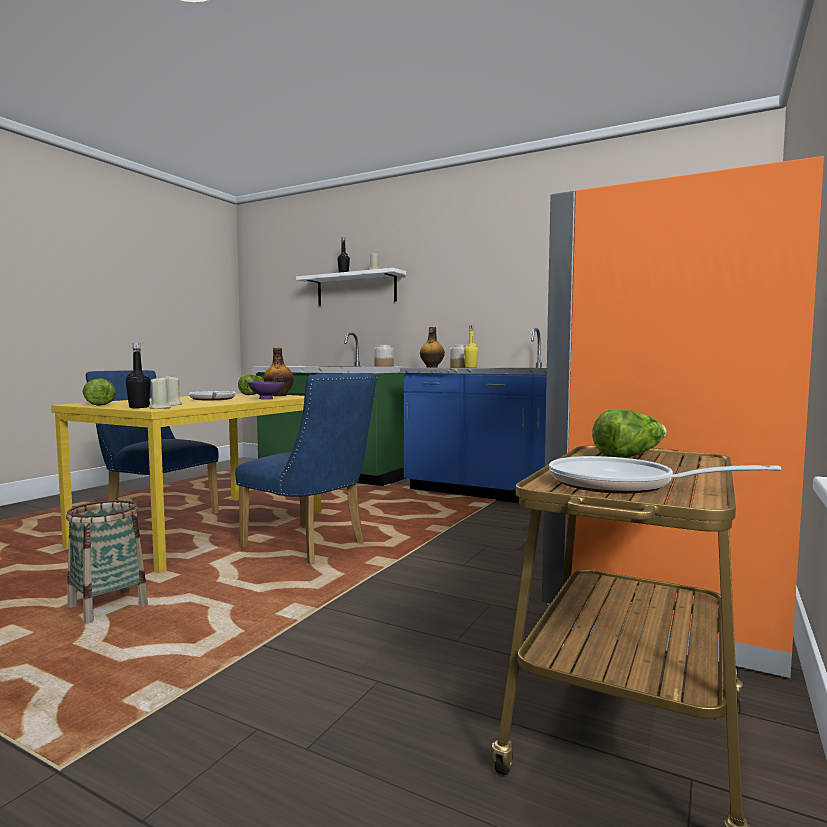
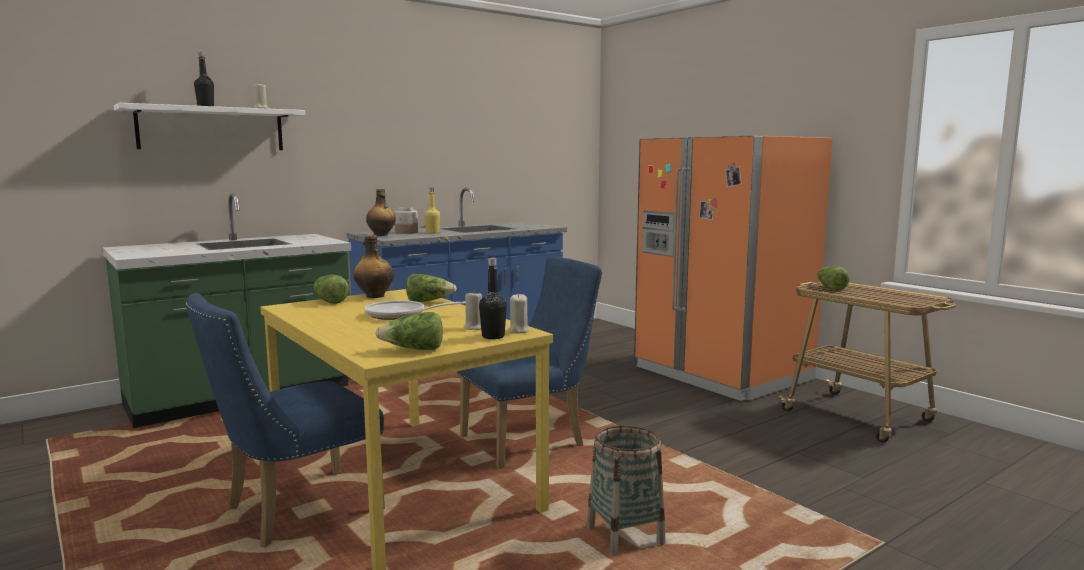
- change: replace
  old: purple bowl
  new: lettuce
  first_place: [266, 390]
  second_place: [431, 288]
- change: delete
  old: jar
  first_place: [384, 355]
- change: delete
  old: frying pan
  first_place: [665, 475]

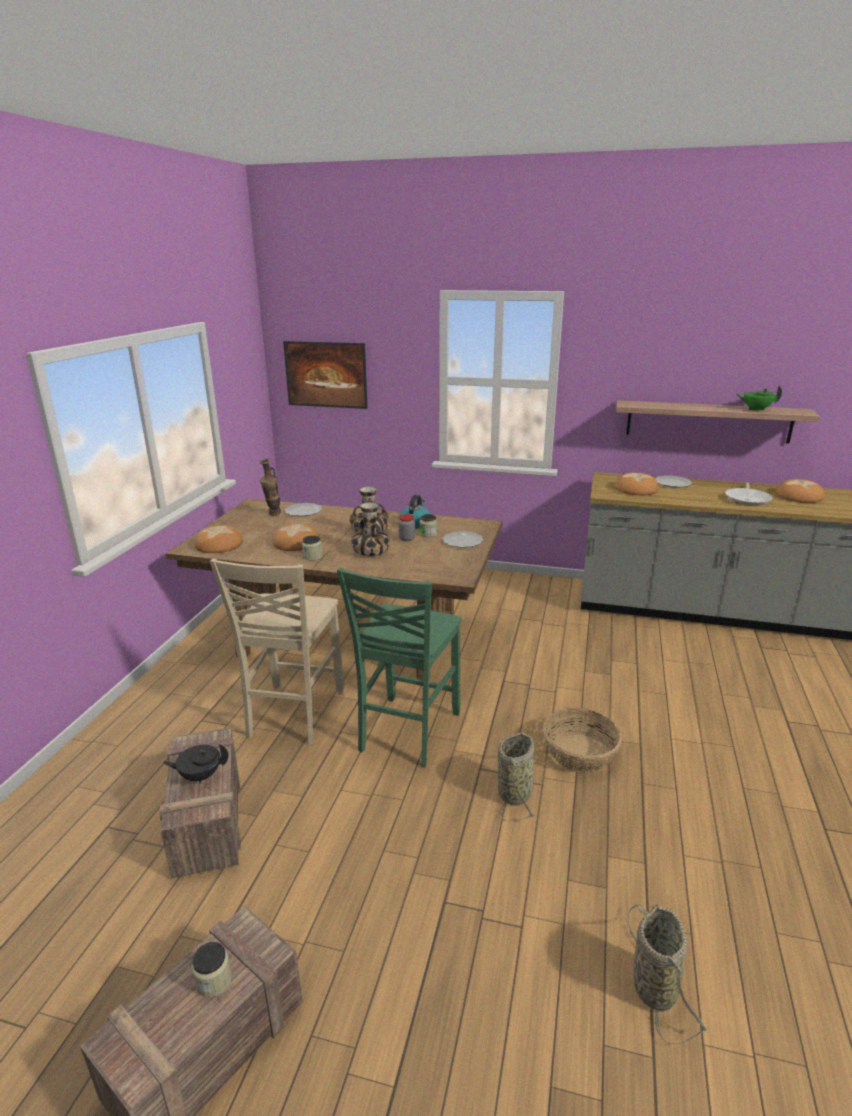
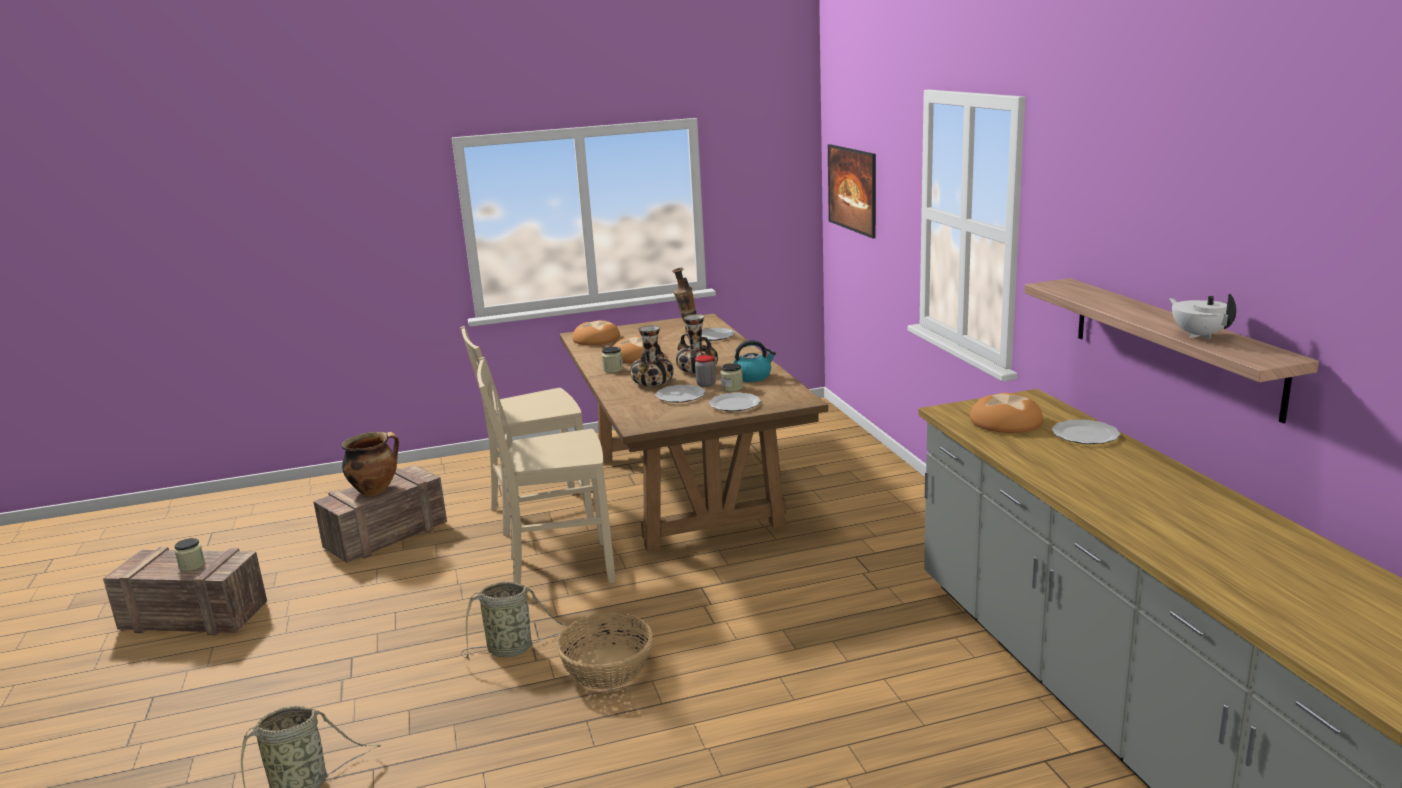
- change: replace
  old: black teapot
  new: cooking pot
  first_place: [195, 763]
  second_place: [370, 464]
- change: recolor
  old: green chair
  new: beige chair
  first_place: [399, 667]
  second_place: [546, 470]
- change: delete
  old: frying pan
  first_place: [748, 494]
- change: recolor
  old: green teapot
  new: white teapot
  first_place: [759, 398]
  second_place: [1202, 316]
- change: delete
  old: bread
  first_place: [800, 491]
- change: insert
  new: plate
  second_place: [680, 394]

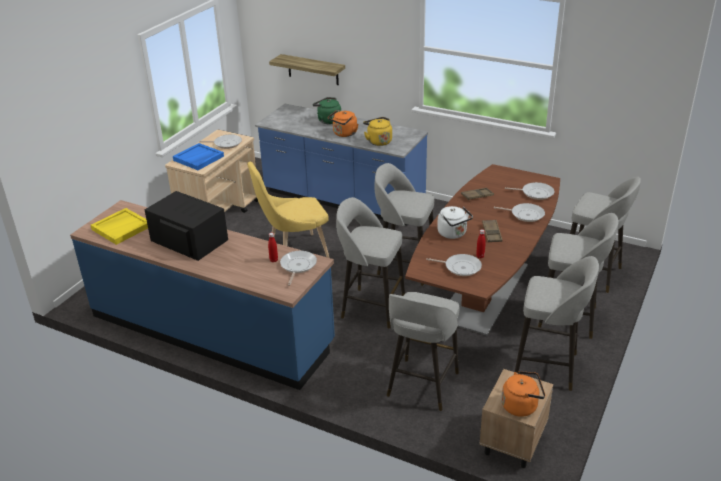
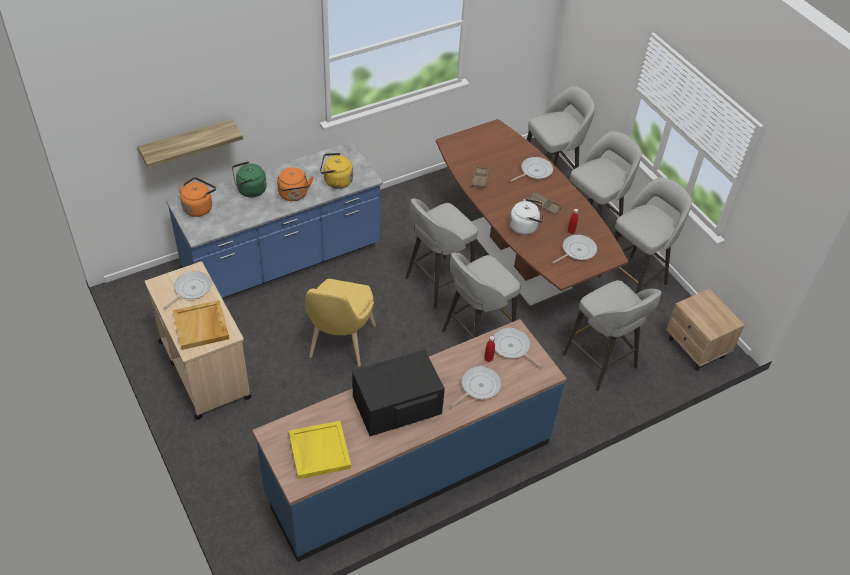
- change: recolor
  old: blue tray
  new: beige tray
  first_place: [198, 156]
  second_place: [201, 325]
- change: move
  old: orange kettle
  first_place: [523, 394]
  second_place: [197, 197]
- change: move
  old: frying pan
  first_place: [530, 191]
  second_place: [476, 386]

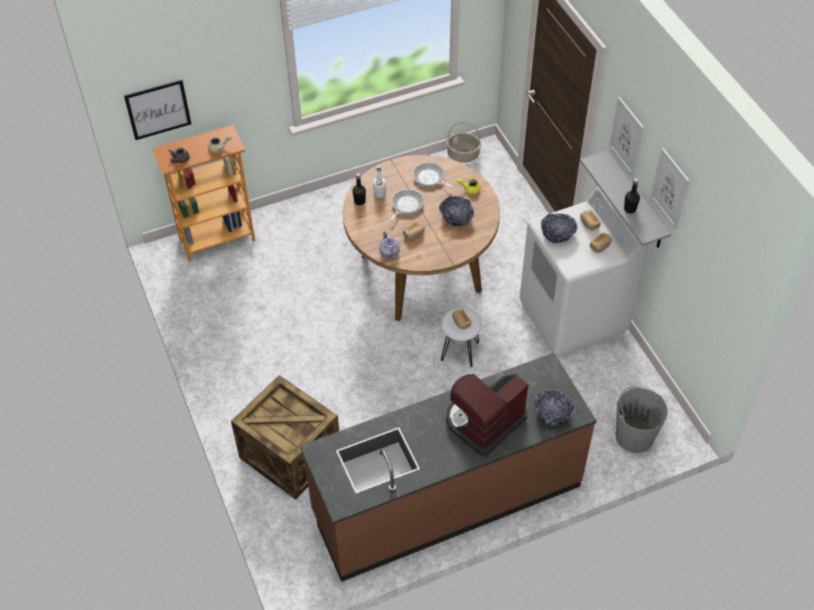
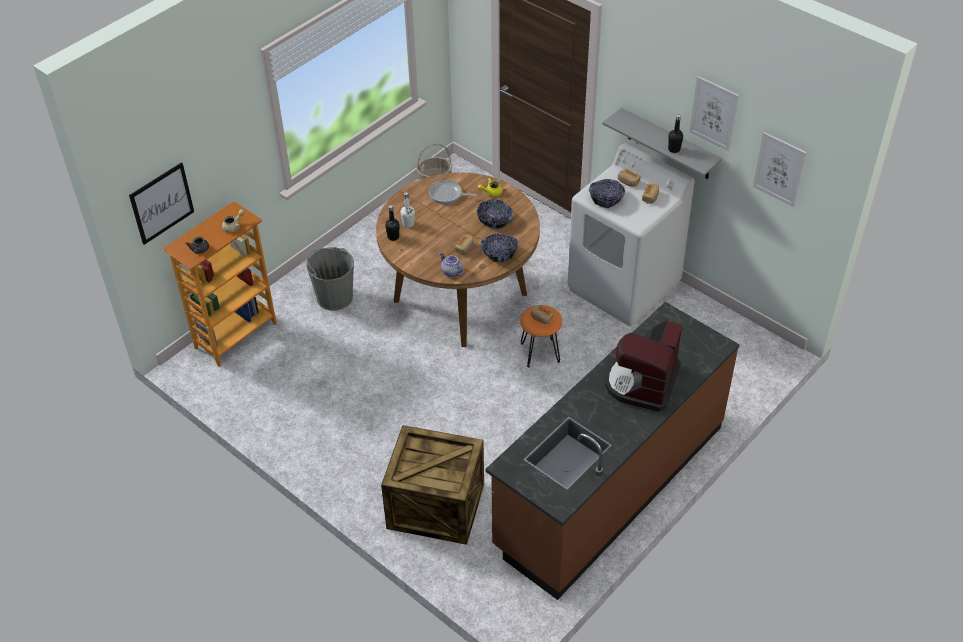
- change: delete
  old: frying pan
  first_place: [406, 205]
- change: recolor
  old: white stool
  new: orange stool
  first_place: [461, 337]
  second_place: [541, 336]
- change: move
  old: bowl
  first_place: [554, 408]
  second_place: [499, 247]
- change: move
  old: picture
  first_place: [626, 137]
  second_place: [780, 169]
- change: move
  old: grey bucket
  first_place: [641, 420]
  second_place: [330, 279]

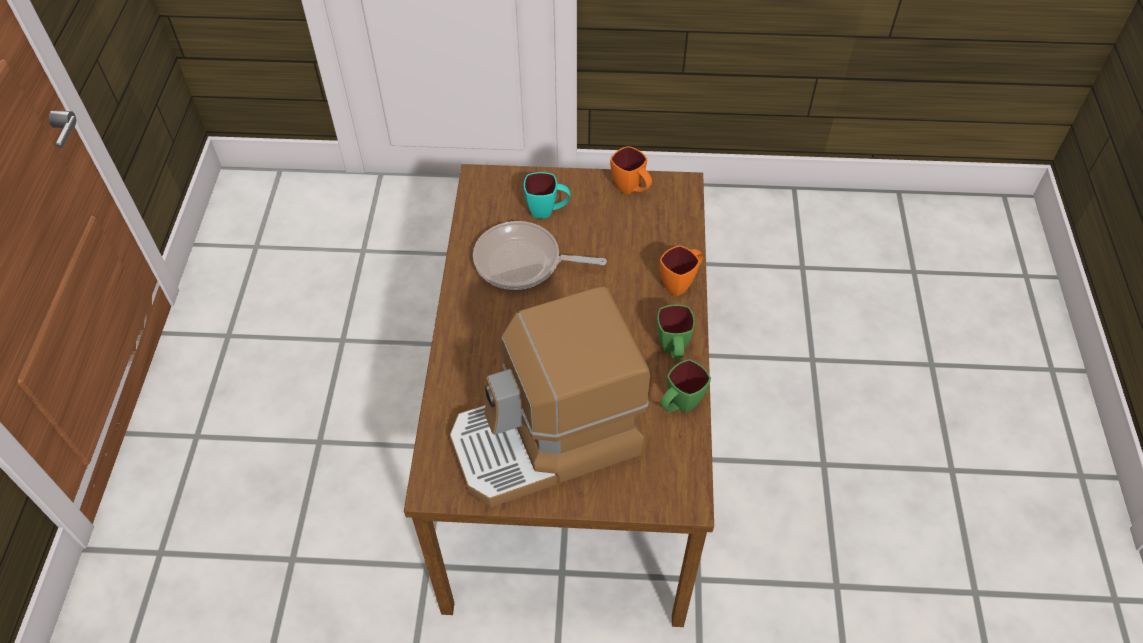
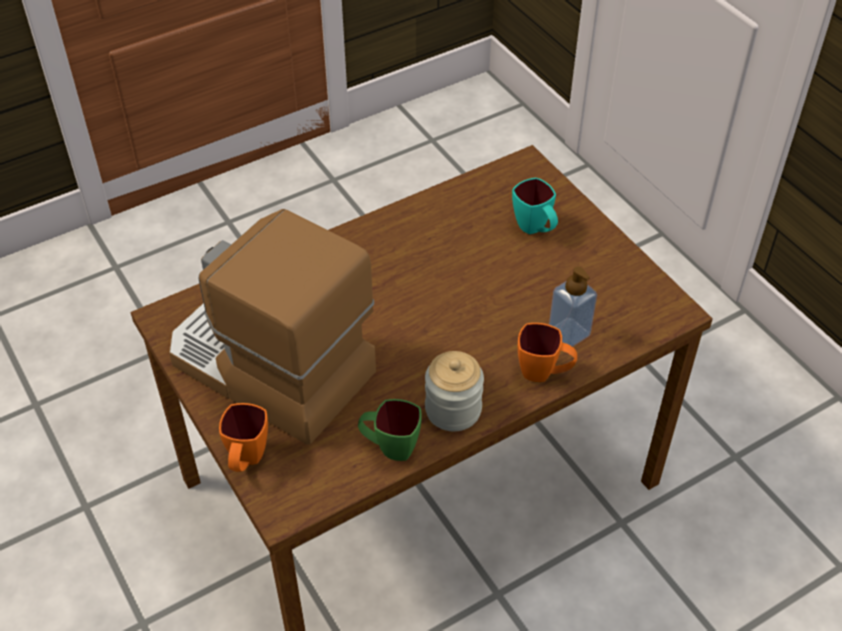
- change: delete
  old: frying pan
  first_place: [540, 255]
- change: move
  old: orange mug
  first_place: [631, 170]
  second_place: [243, 437]
- change: replace
  old: green mug
  new: jar
  first_place: [676, 332]
  second_place: [454, 391]
- change: insert
  new: soap dispenser
  second_place: [573, 306]

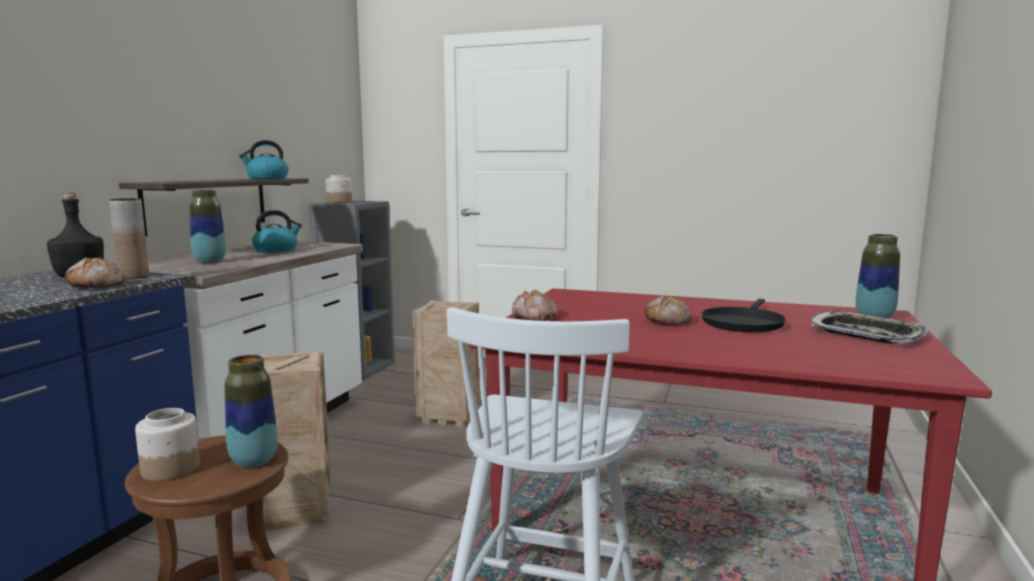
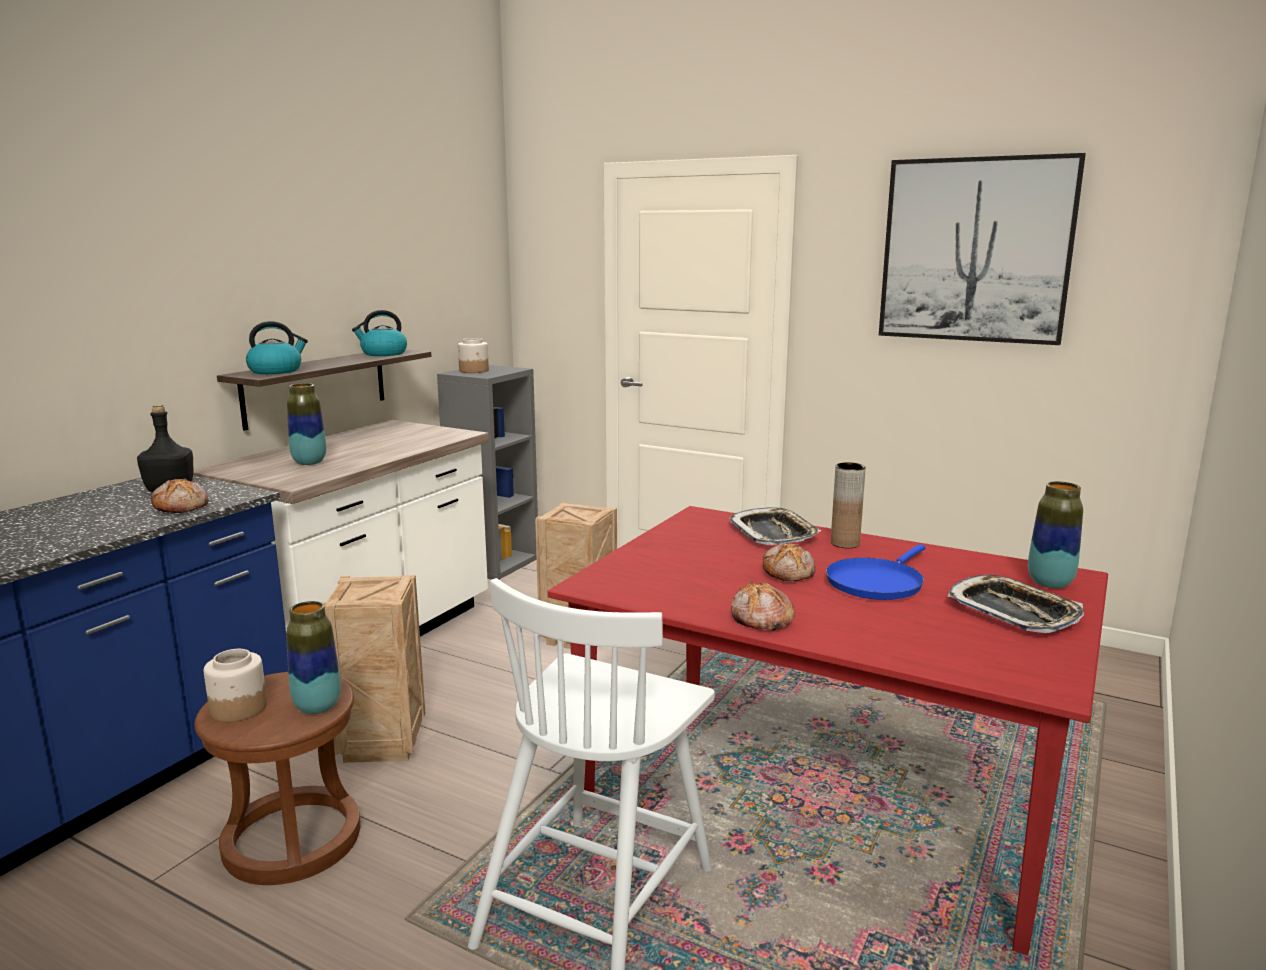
- change: move
  old: brown vase
  first_place: [129, 238]
  second_place: [848, 505]
- change: move
  old: kettle
  first_place: [277, 231]
  second_place: [277, 347]
- change: move
  old: bread
  first_place: [535, 305]
  second_place: [763, 605]
- change: recolor
  old: black frying pan
  new: blue frying pan
  first_place: [743, 315]
  second_place: [876, 572]
- change: insert
  new: tray
  second_place: [775, 526]
- change: insert
  new: picture
  second_place: [982, 249]

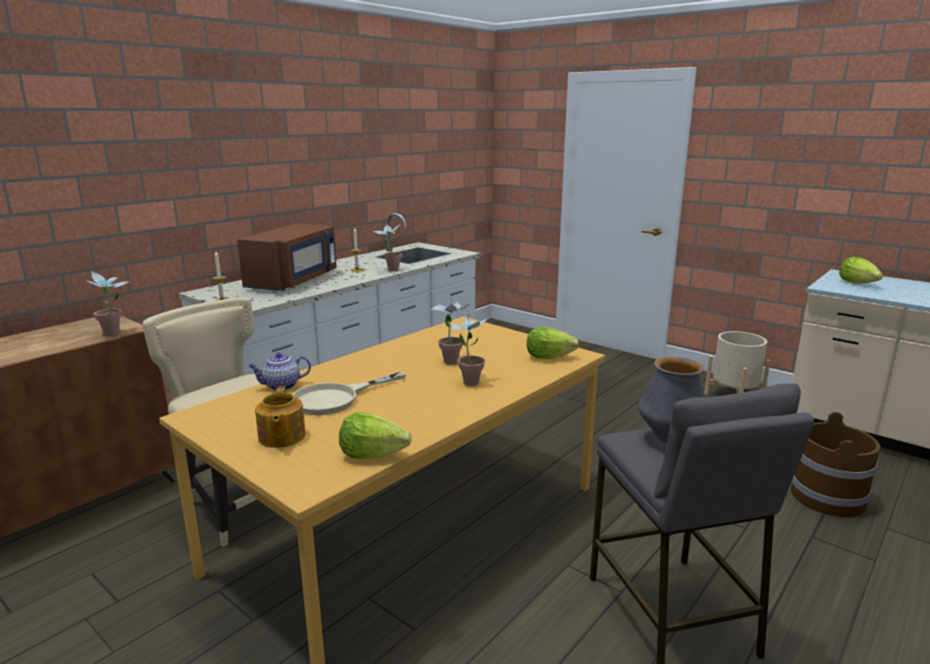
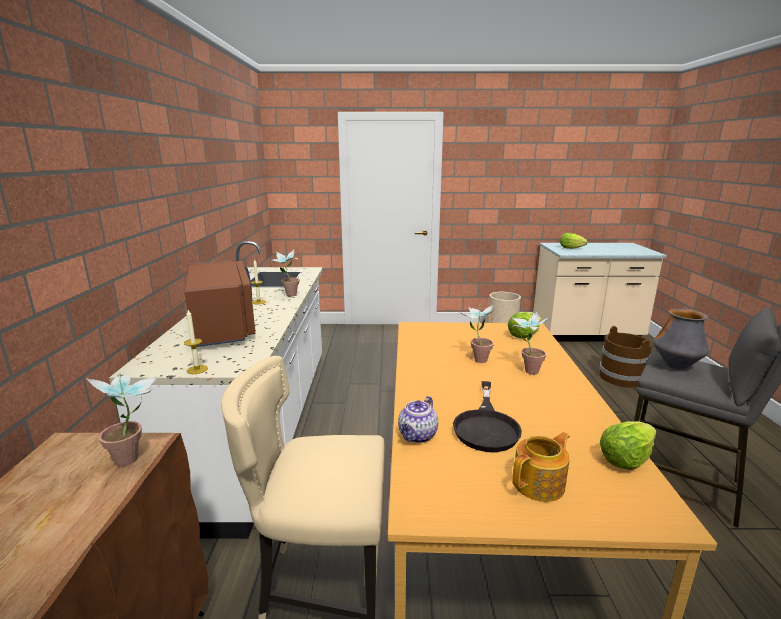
- change: rotate
  old: teapot
  first_place: [280, 417]
  second_place: [541, 467]
  degrees: -75
- change: recolor
  old: beige frying pan
  new: black frying pan
  first_place: [349, 393]
  second_place: [487, 416]

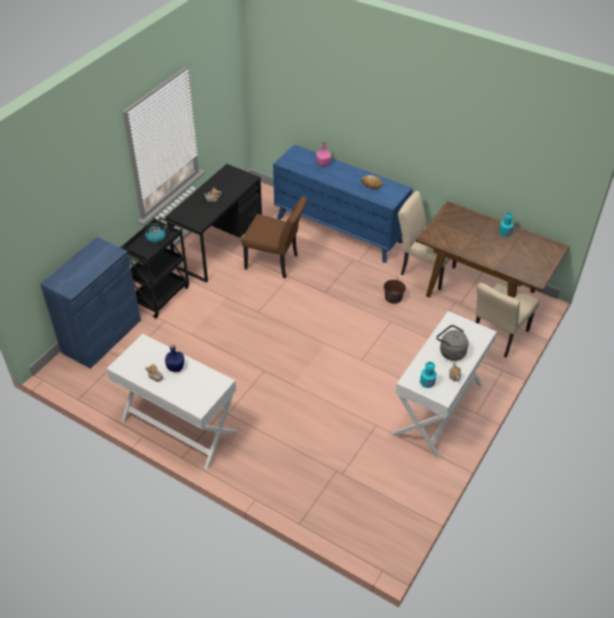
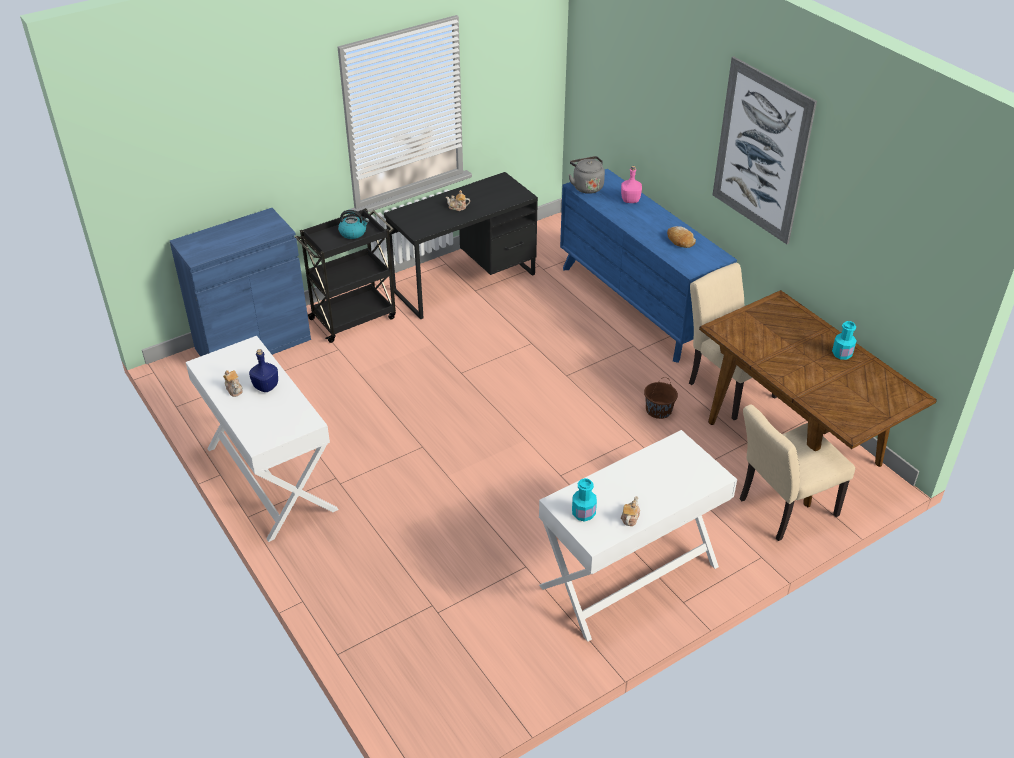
- change: delete
  old: brown chair
  first_place: [274, 237]
- change: move
  old: grey kettle
  first_place: [452, 343]
  second_place: [587, 175]
- change: insert
  new: picture
  second_place: [765, 150]

